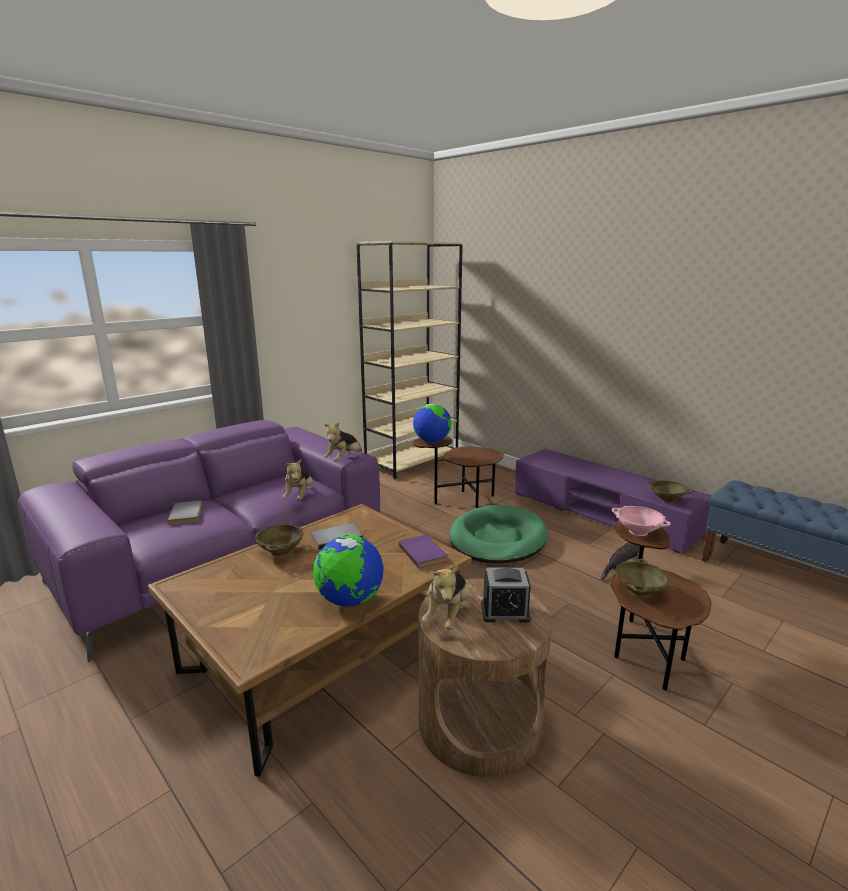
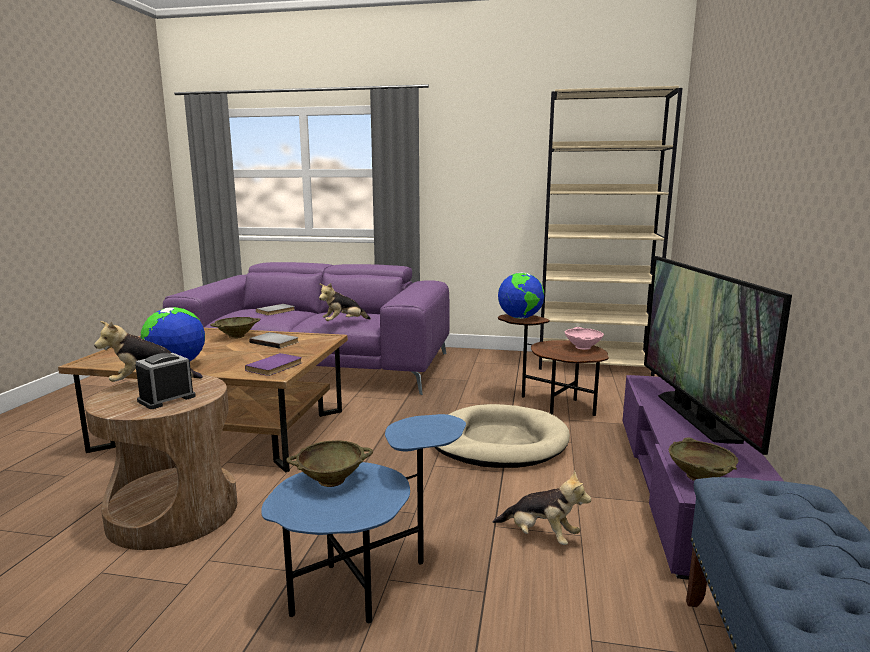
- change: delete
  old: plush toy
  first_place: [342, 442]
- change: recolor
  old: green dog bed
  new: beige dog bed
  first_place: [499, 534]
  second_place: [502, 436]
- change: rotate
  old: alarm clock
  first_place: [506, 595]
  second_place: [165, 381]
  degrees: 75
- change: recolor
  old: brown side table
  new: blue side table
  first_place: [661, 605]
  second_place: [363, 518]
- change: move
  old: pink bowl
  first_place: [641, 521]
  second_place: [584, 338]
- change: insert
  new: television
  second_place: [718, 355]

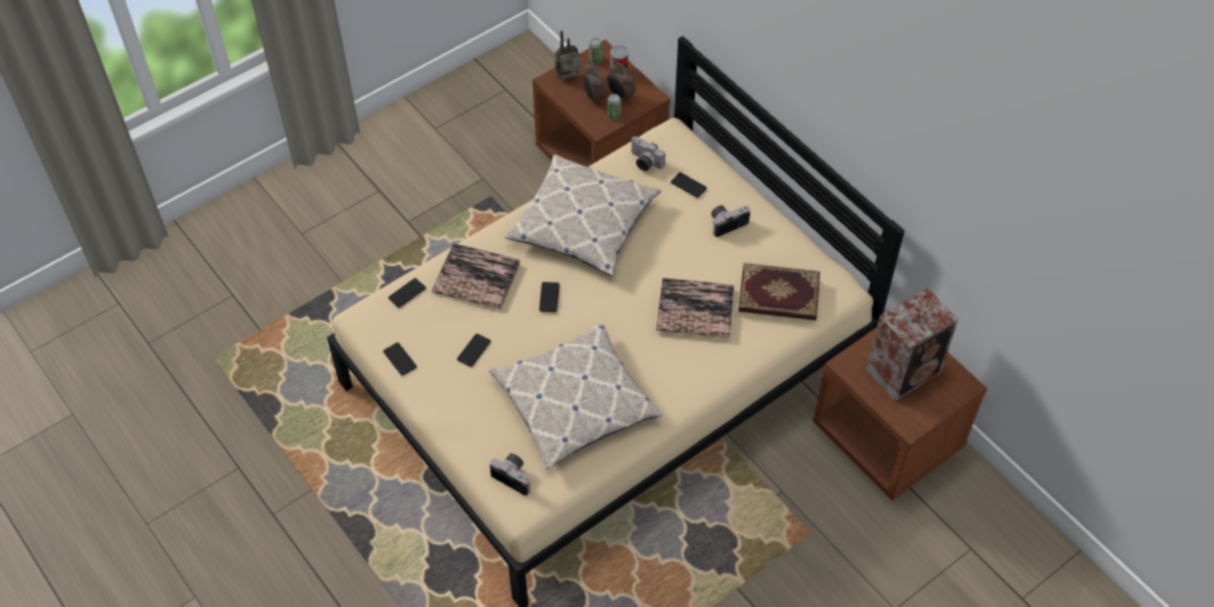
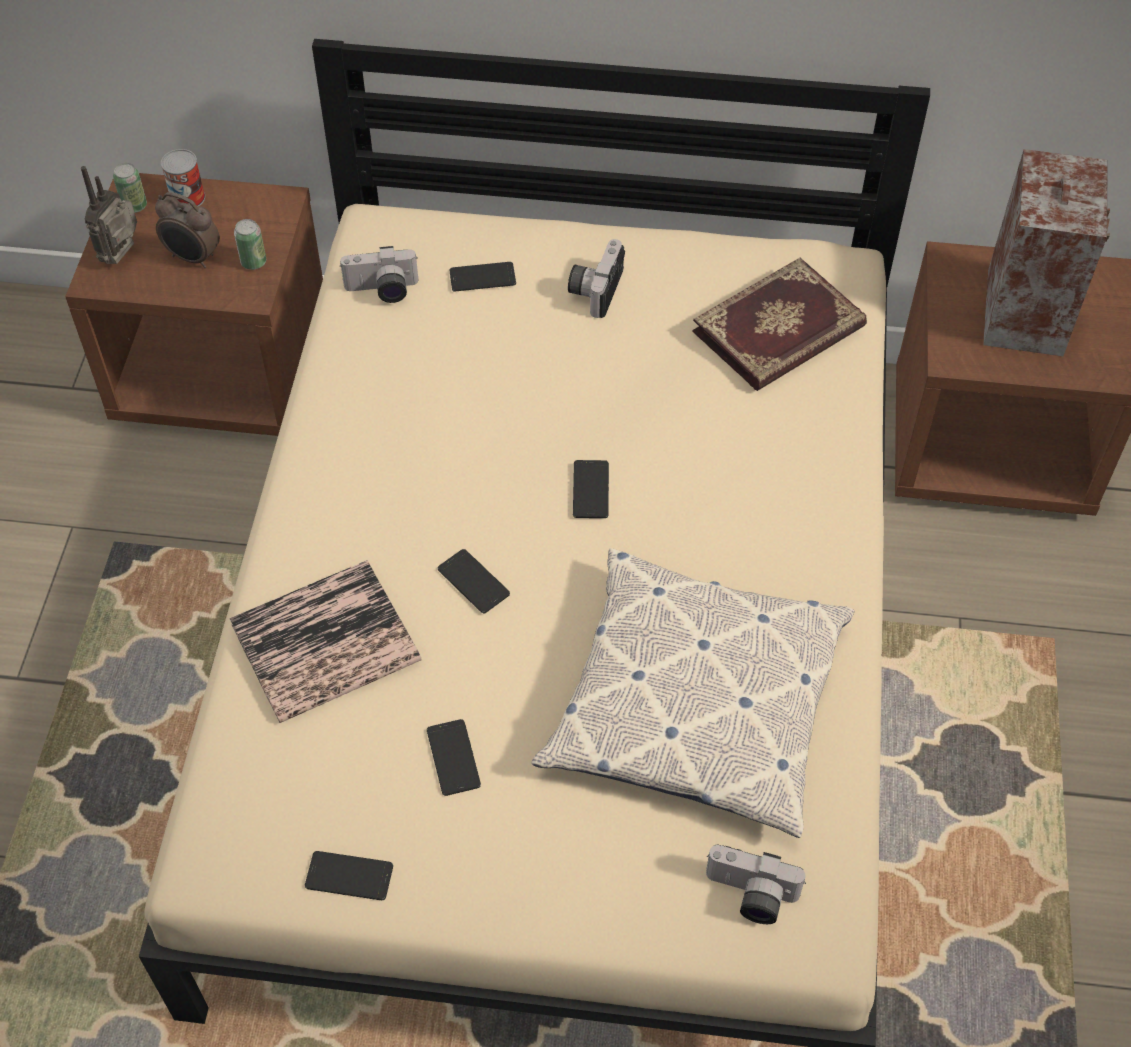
- change: move
  old: phone
  first_place: [407, 293]
  second_place: [591, 489]
- change: rotate
  old: photo camera
  first_place: [510, 474]
  second_place: [756, 884]
  degrees: -150
- change: delete
  old: pillow
  first_place: [582, 215]
- change: delete
  old: alarm clock
  first_place: [621, 82]
- change: delete
  old: book
  first_place: [695, 308]

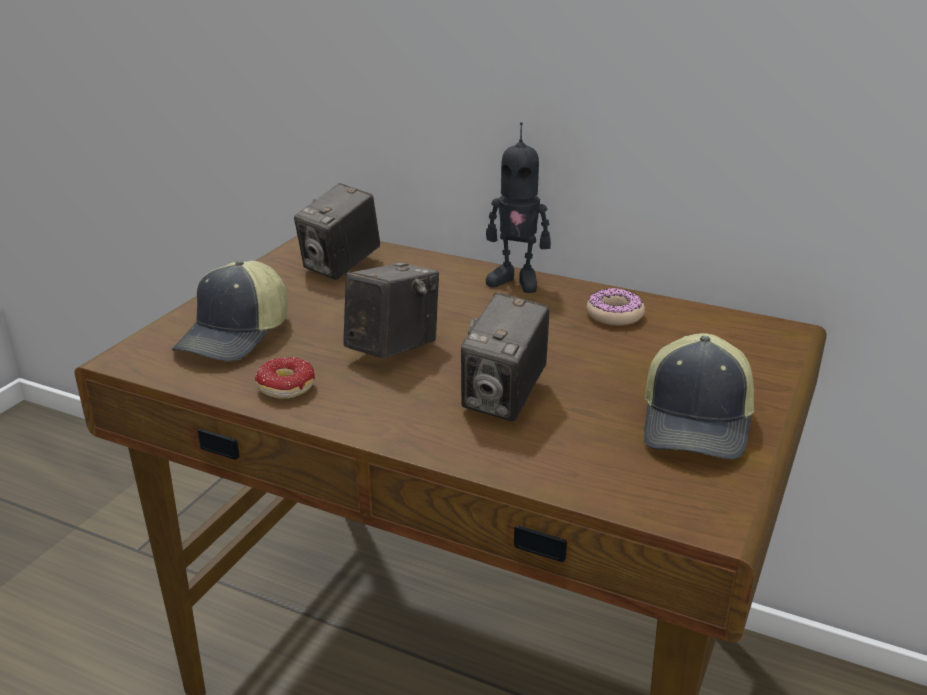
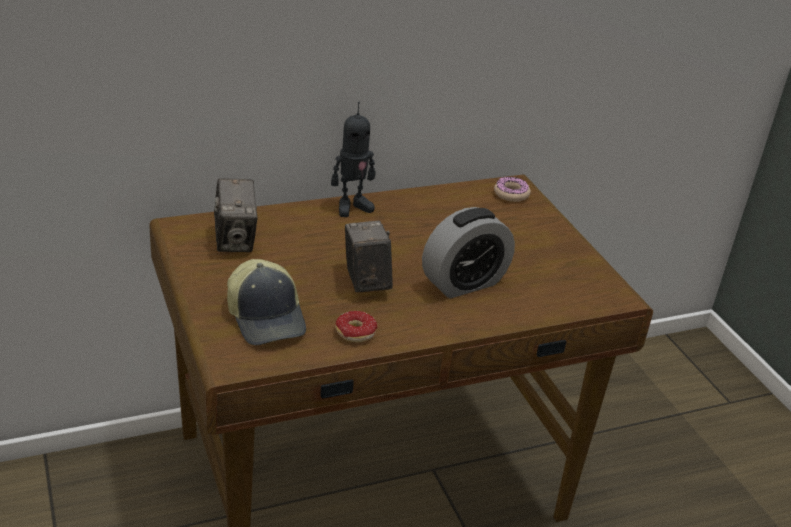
- change: replace
  old: photo camera
  new: alarm clock
  first_place: [505, 357]
  second_place: [468, 252]
- change: move
  old: donut
  first_place: [616, 307]
  second_place: [512, 189]
- change: delete
  old: cap
  first_place: [699, 396]

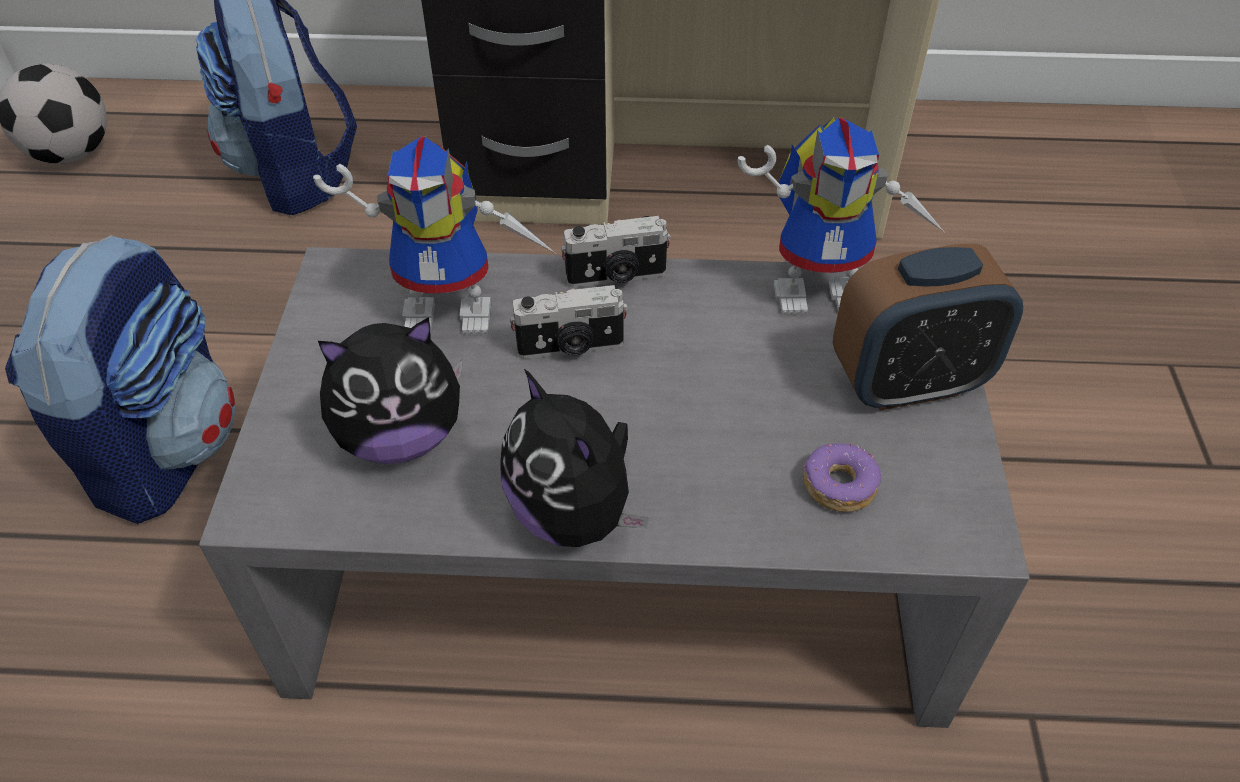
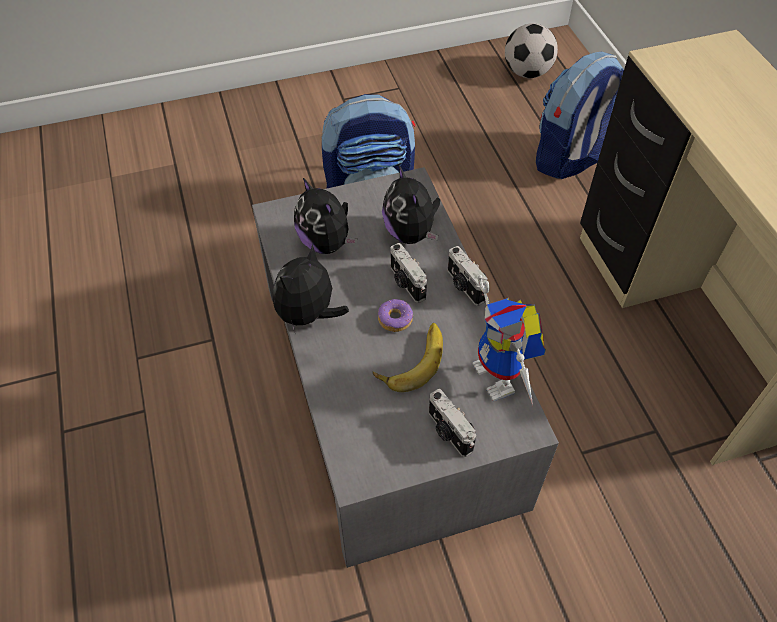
- change: replace
  old: toy robot
  new: plush toy
  first_place: [434, 235]
  second_place: [411, 204]
- change: move
  old: donut
  first_place: [842, 477]
  second_place: [395, 315]
- change: replace
  old: alarm clock
  new: photo camera
  first_place: [928, 327]
  second_place: [452, 423]
- change: insert
  new: banana
  second_place: [408, 357]

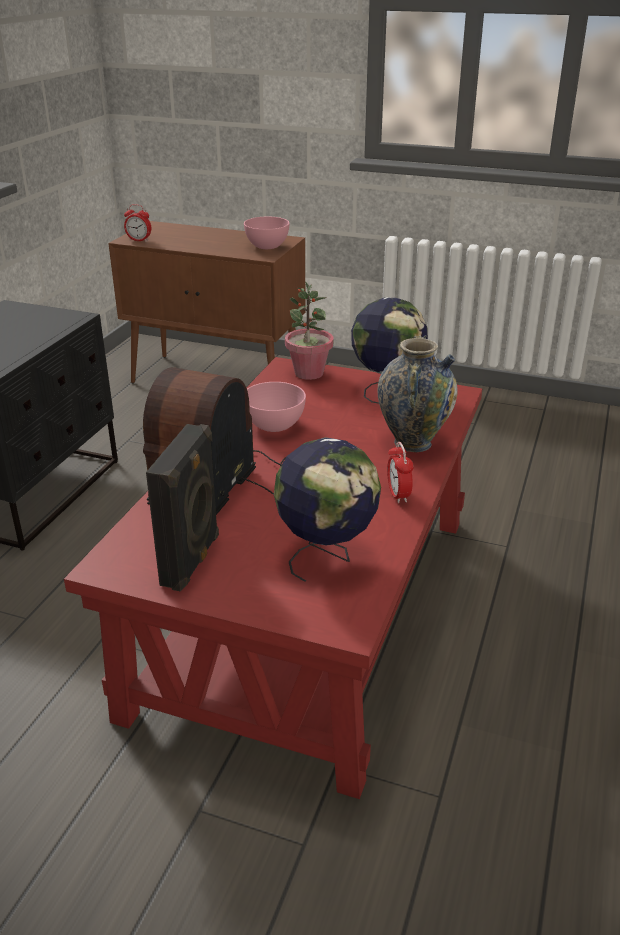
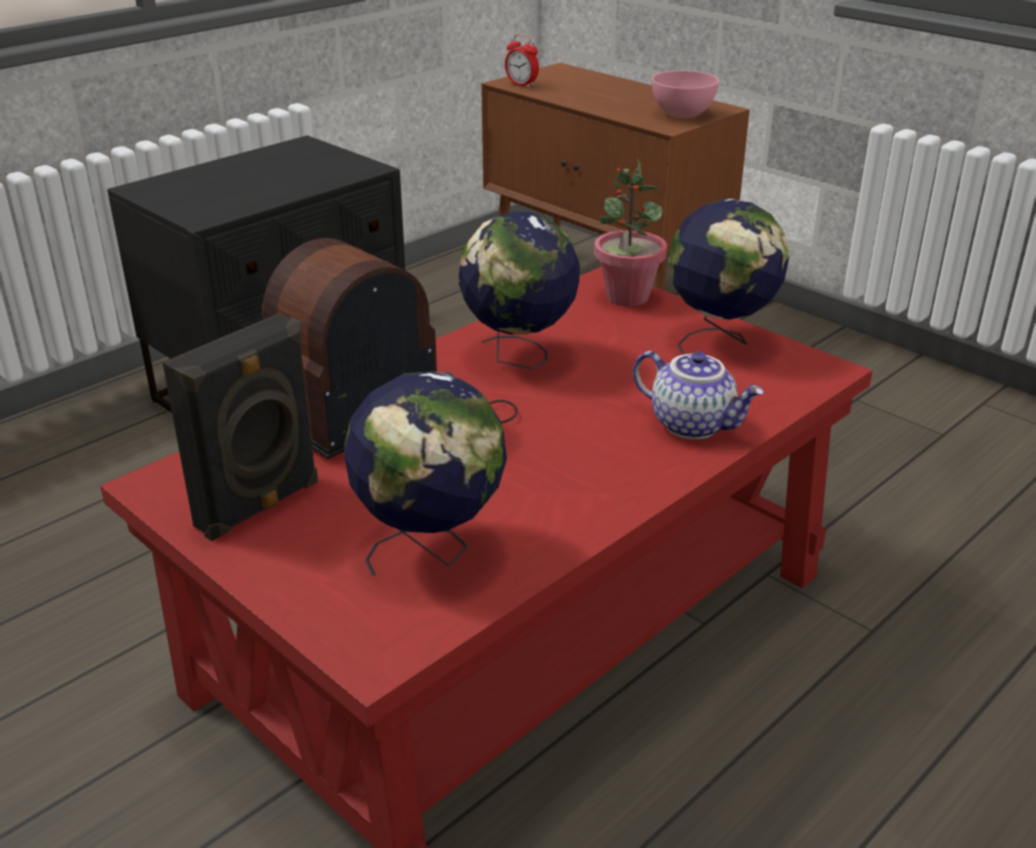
- change: replace
  old: pink bowl
  new: globe
  first_place: [276, 407]
  second_place: [519, 291]
- change: replace
  old: vase
  new: teapot
  first_place: [418, 393]
  second_place: [698, 395]
- change: delete
  old: alarm clock
  first_place: [400, 472]

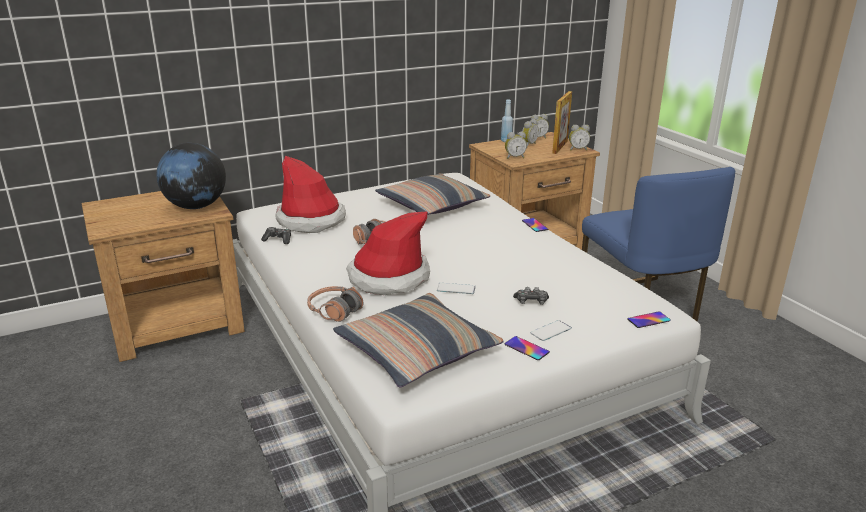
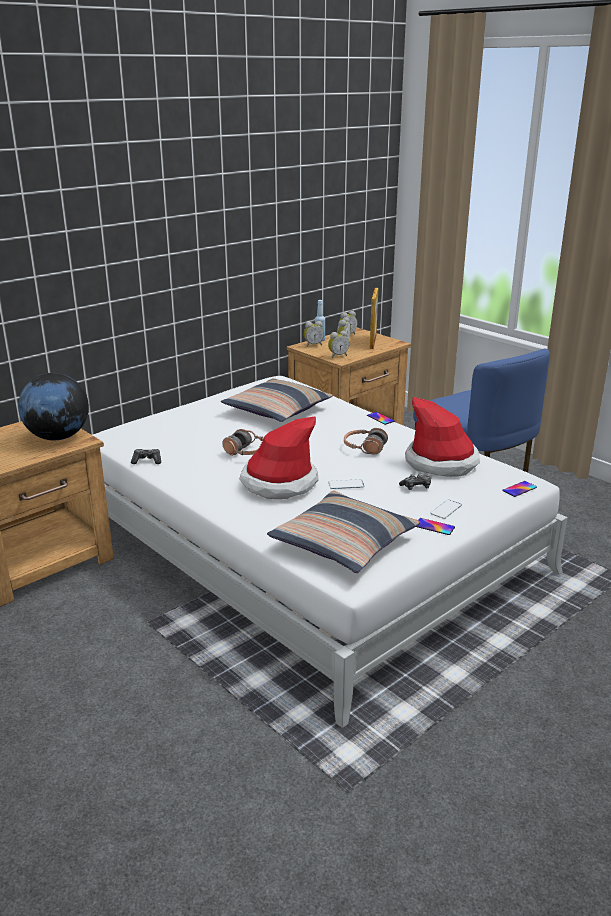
- change: move
  old: hat
  first_place: [310, 194]
  second_place: [442, 437]
- change: move
  old: headphones
  first_place: [335, 304]
  second_place: [366, 441]
- change: move
  old: alarm clock
  first_place: [579, 138]
  second_place: [314, 334]

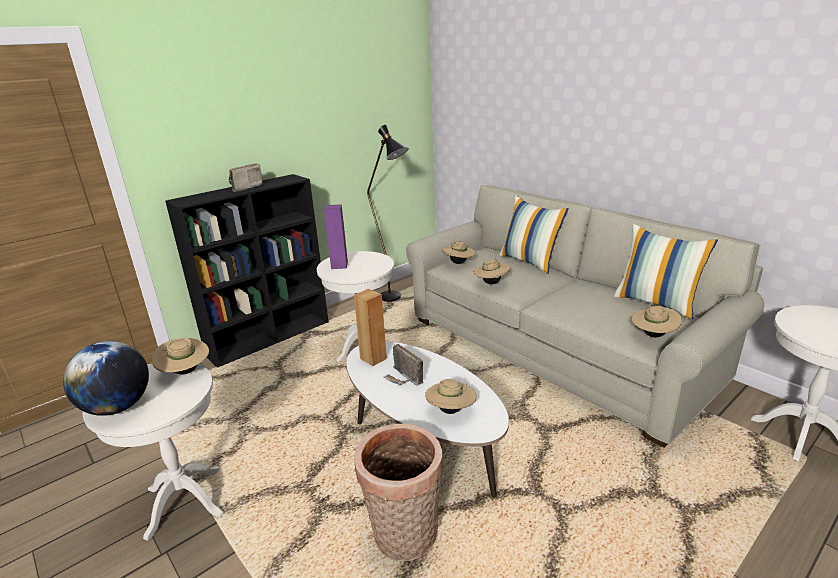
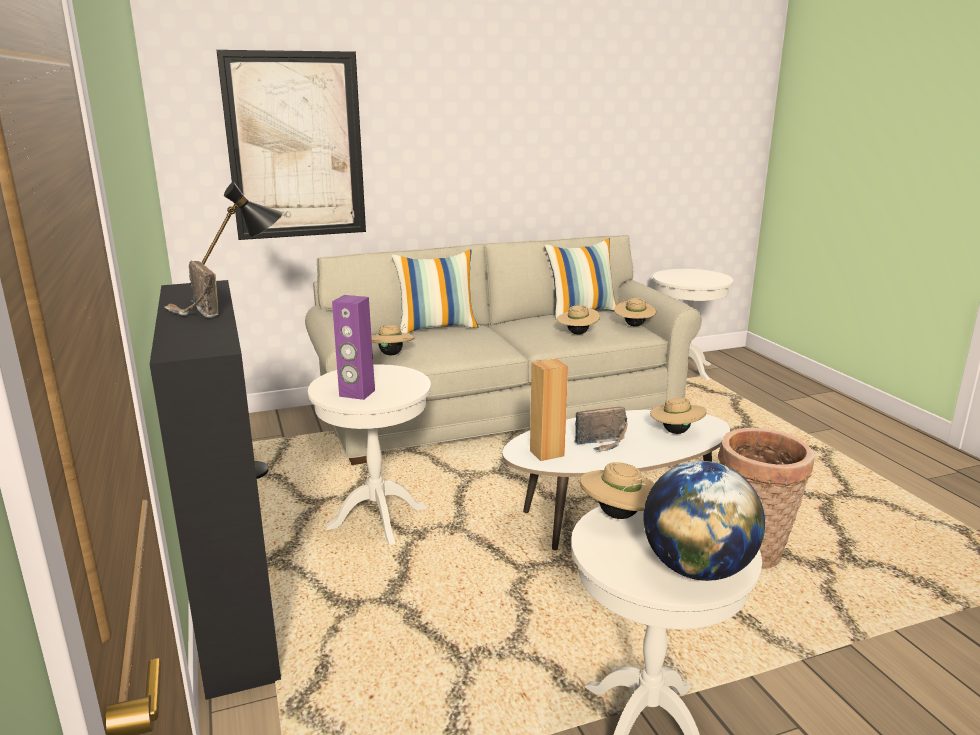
- change: move
  old: beige hat
  first_place: [492, 270]
  second_place: [578, 319]
- change: insert
  new: picture
  second_place: [291, 145]

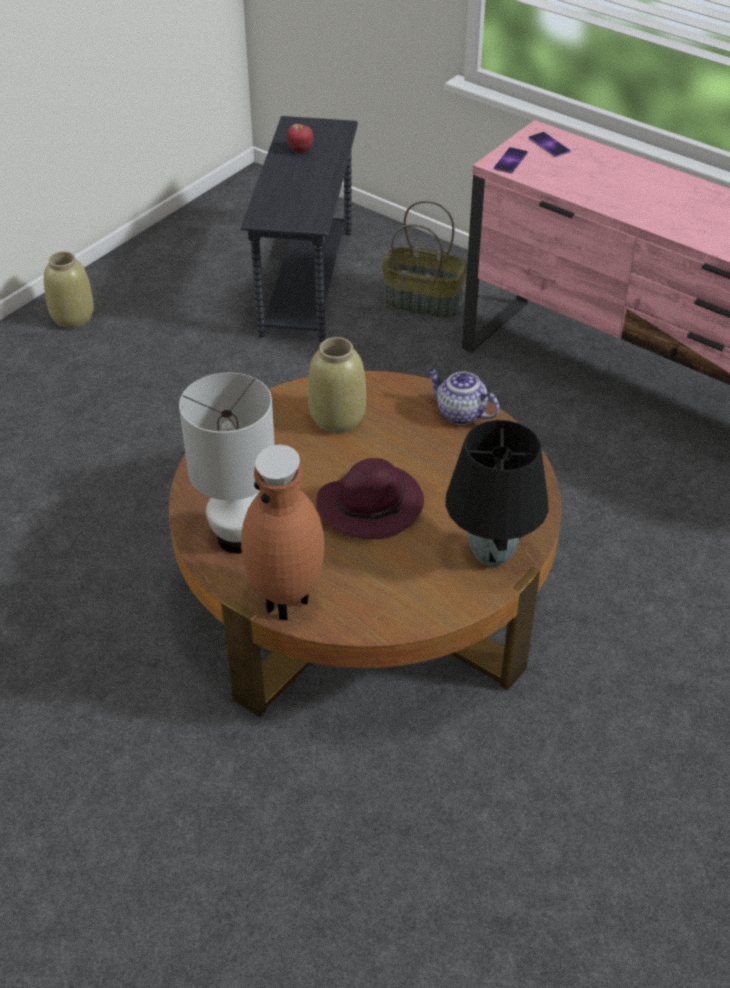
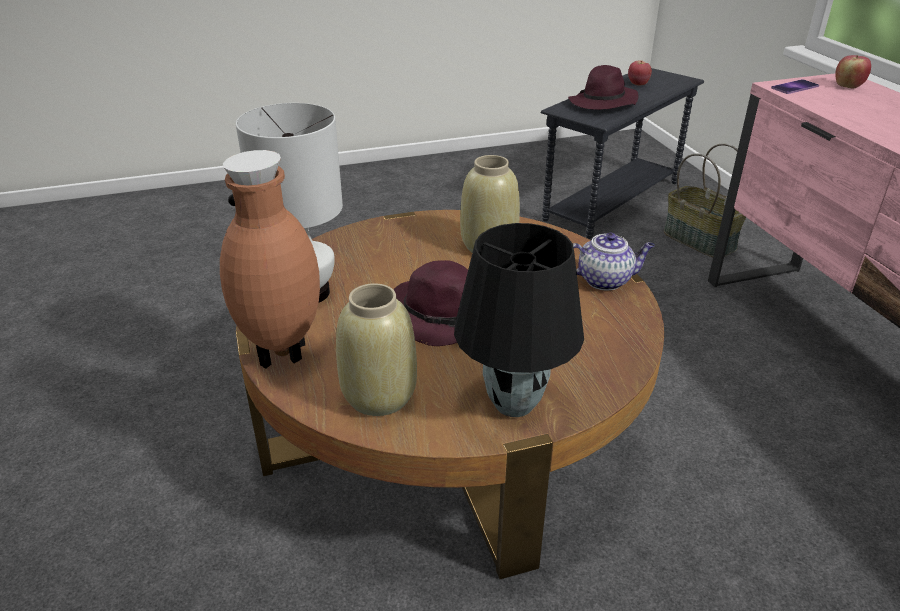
- change: move
  old: beige vase
  first_place: [69, 289]
  second_place: [376, 349]
- change: rotate
  old: teapot
  first_place: [463, 397]
  second_place: [614, 261]
  degrees: 105
- change: replace
  old: phone
  new: apple
  first_place: [549, 144]
  second_place: [853, 72]
- change: insert
  new: purple hat
  second_place: [603, 87]

